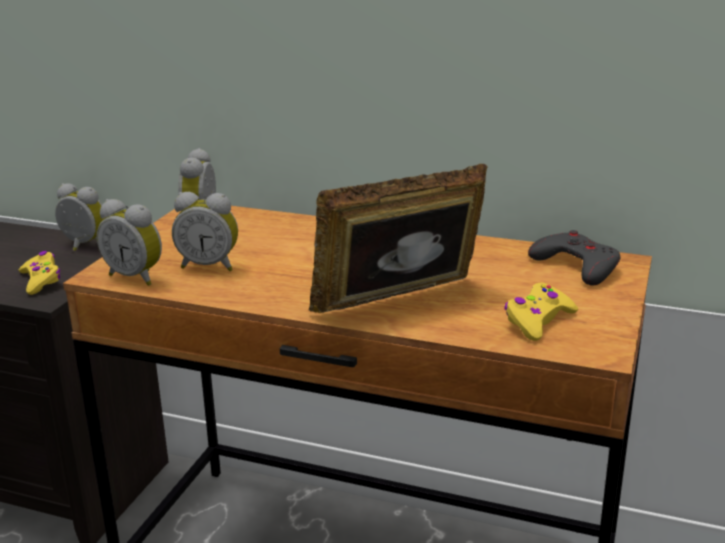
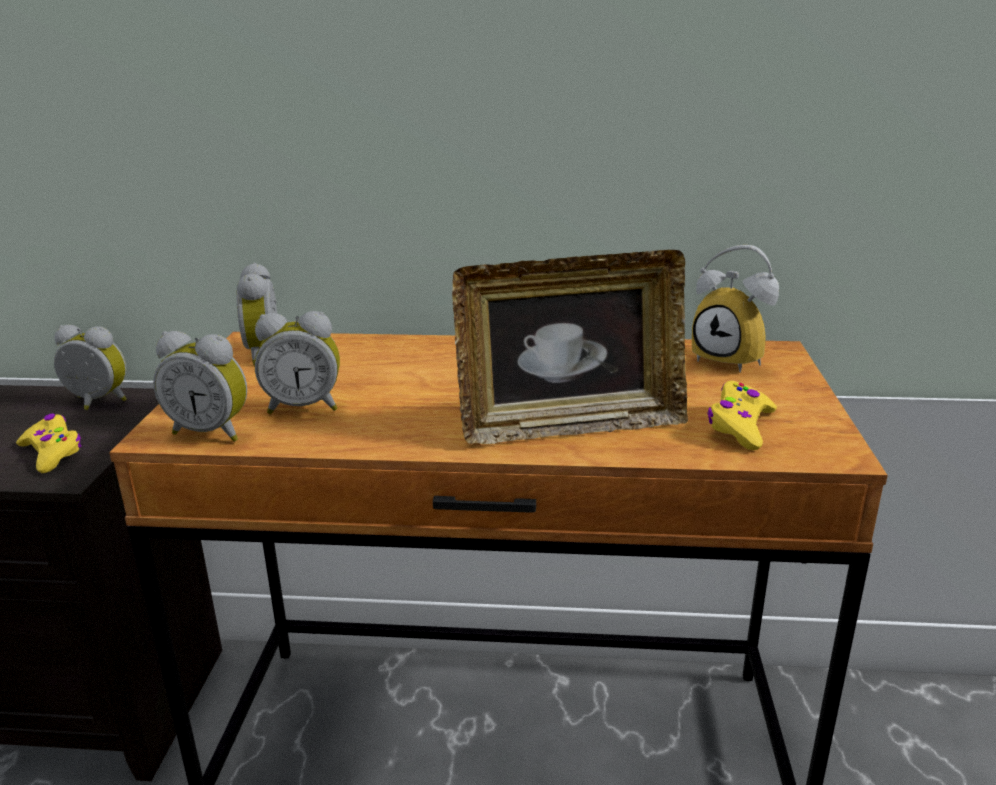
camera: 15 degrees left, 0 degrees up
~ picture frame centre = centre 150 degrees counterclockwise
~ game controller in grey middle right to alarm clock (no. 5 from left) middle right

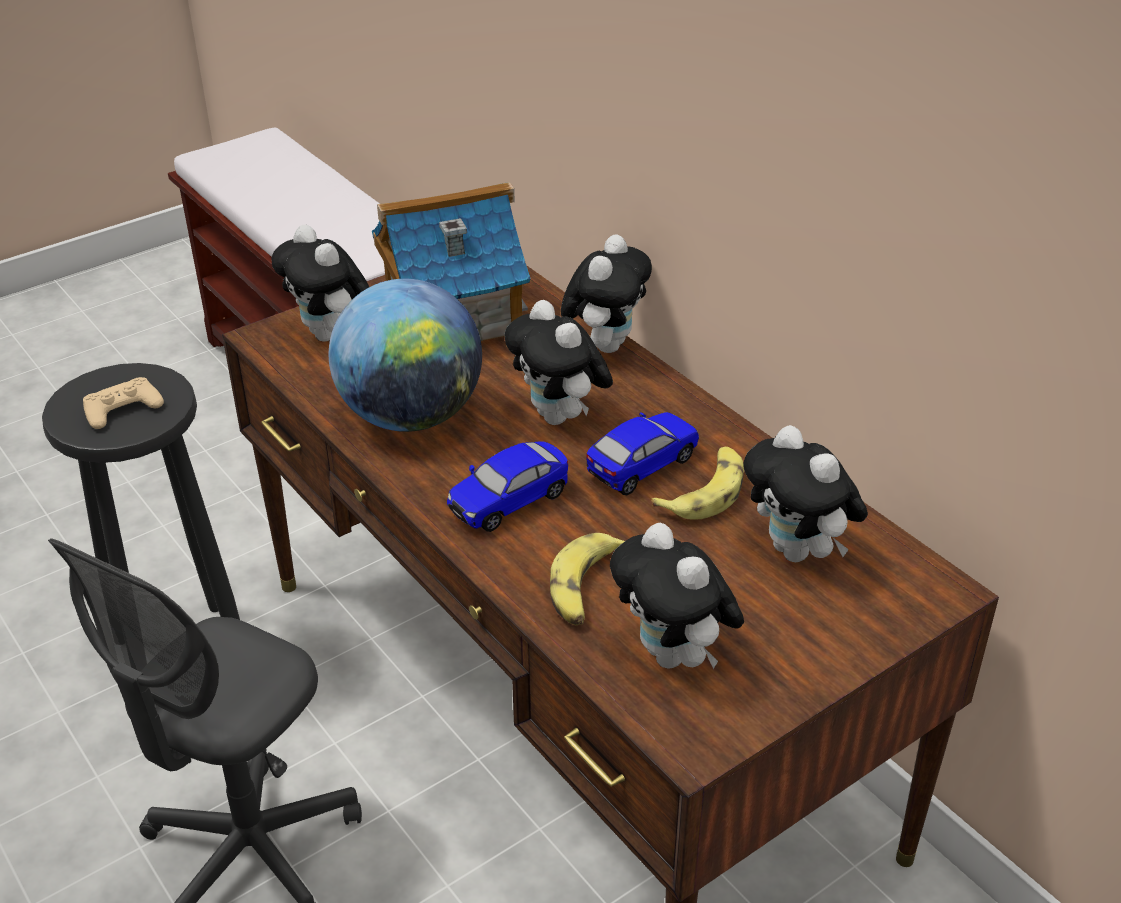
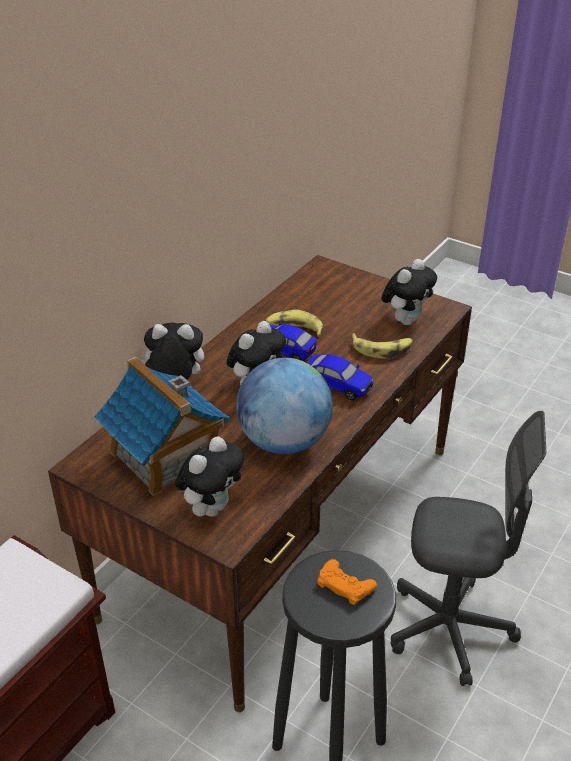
camera: 110 degrees left, 0 degrees up
~ game controller in beige middle left to game controller in orange bottom centre
- plush toy (no. 5 from left) middle right

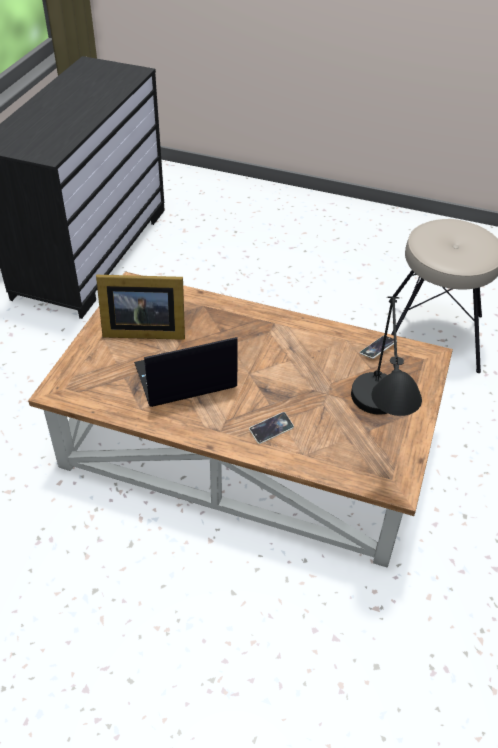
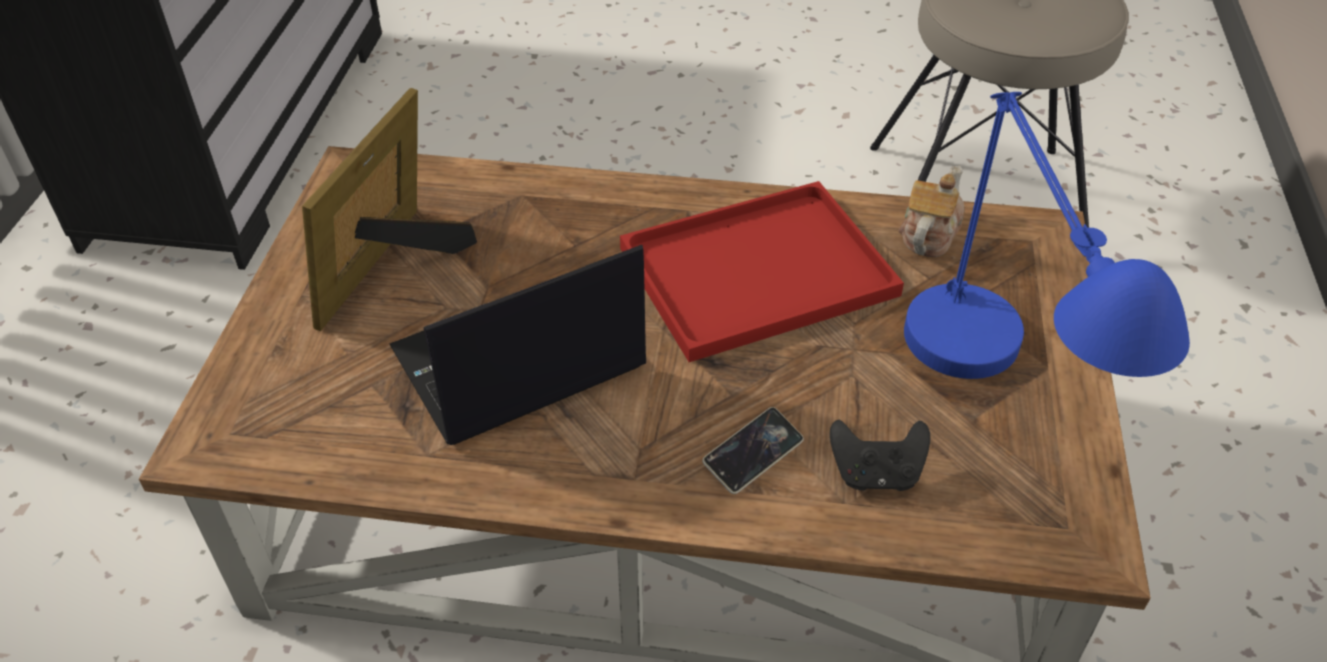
camera: 10 degrees left, 0 degrees up
~ picture frame middle left = top left 120 degrees clockwise
+ tray in red centre
+ game controller in black bottom centre
~ phone (no. 2 from left) middle right to teapot top right
~ table lamp in black middle right to table lamp in blue middle right

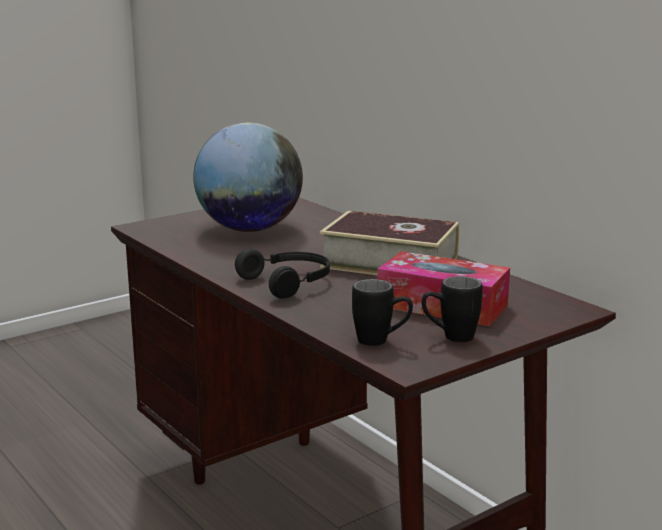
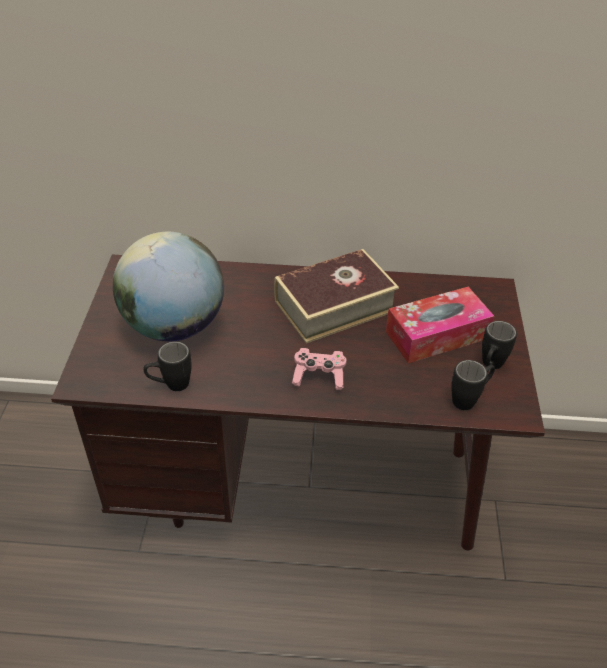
camera: 50 degrees left, 25 degrees up
+ mug in black (no. 1 from left) middle left
~ headphones in black centre to game controller in pink centre

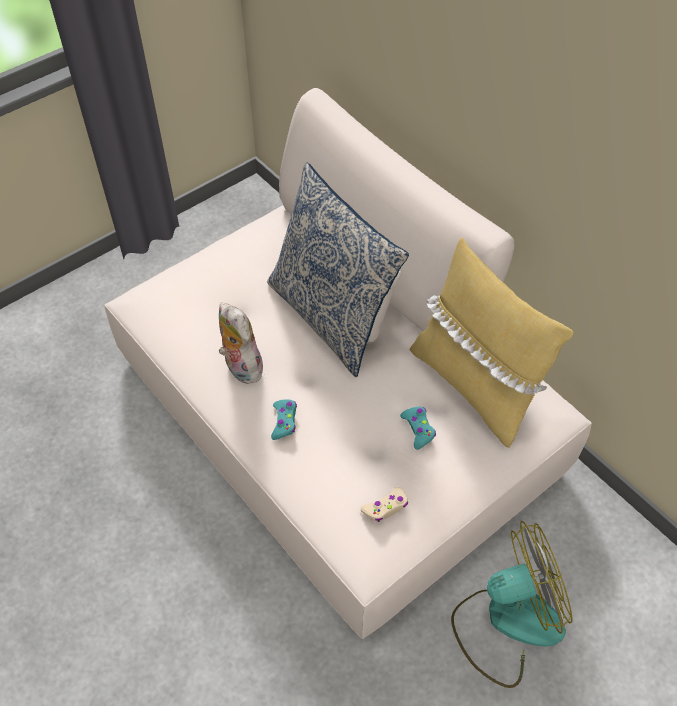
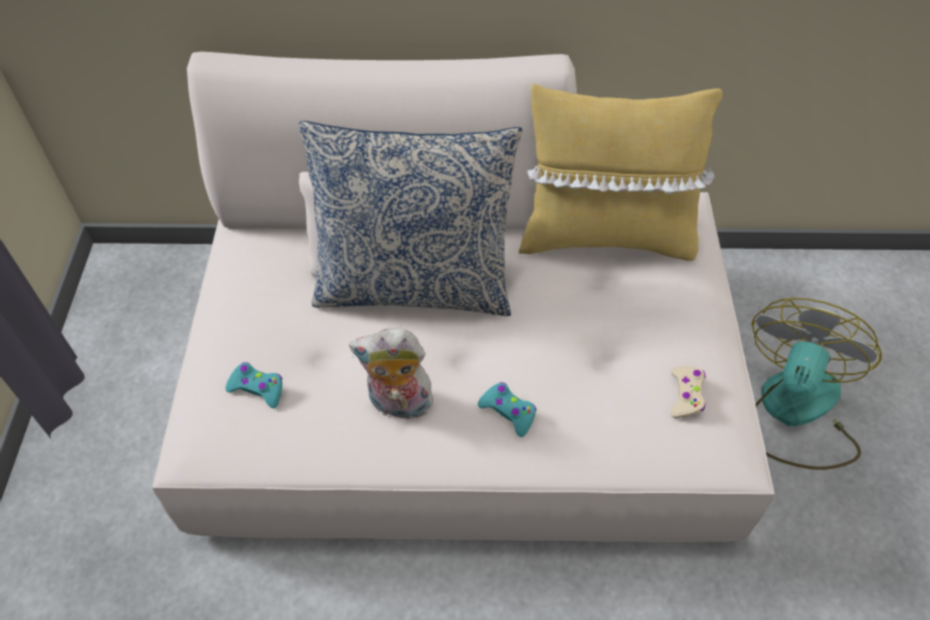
camera: 50 degrees left, 0 degrees up
~ game controller in turquoise (no. 2 from left in the first image) centre to game controller in turquoise (no. 1 from left) middle left

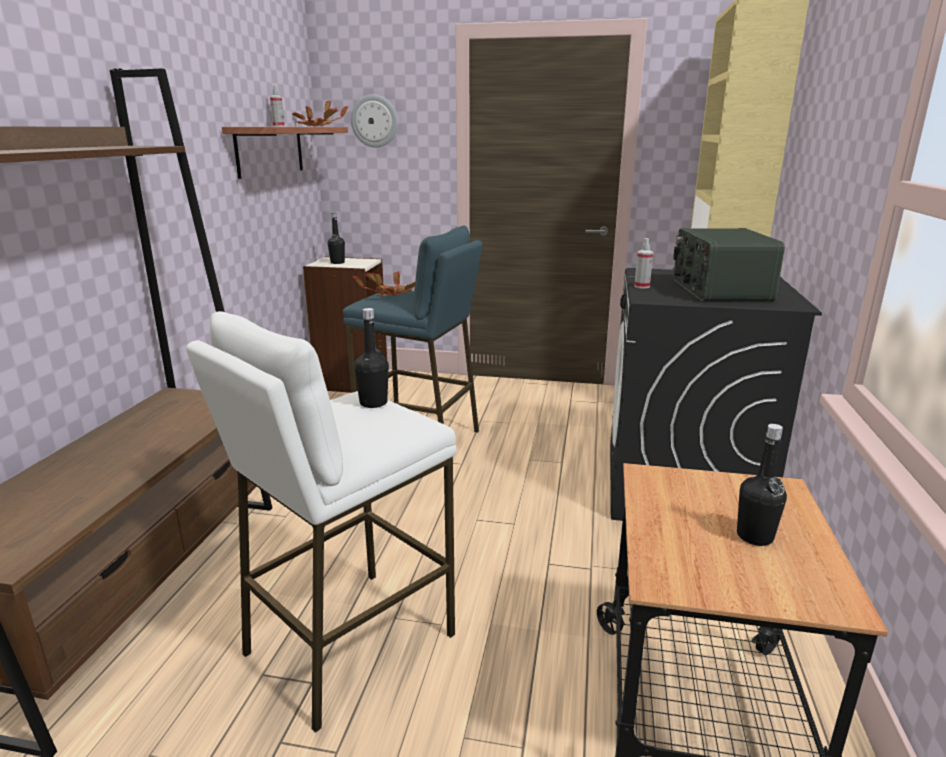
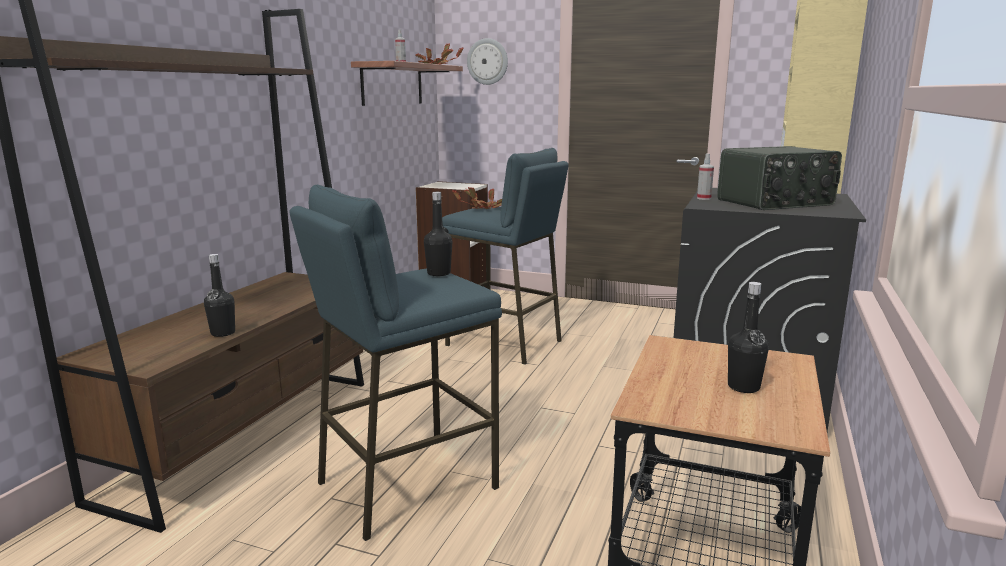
camera: 10 degrees right, 5 degrees down
~ bottle in black (no. 1 from left) top centre to middle left
~ stool in white bottom centre to stool in blue (no. 1 from left) centre
~ radio middle right = top right 120 degrees counterclockwise

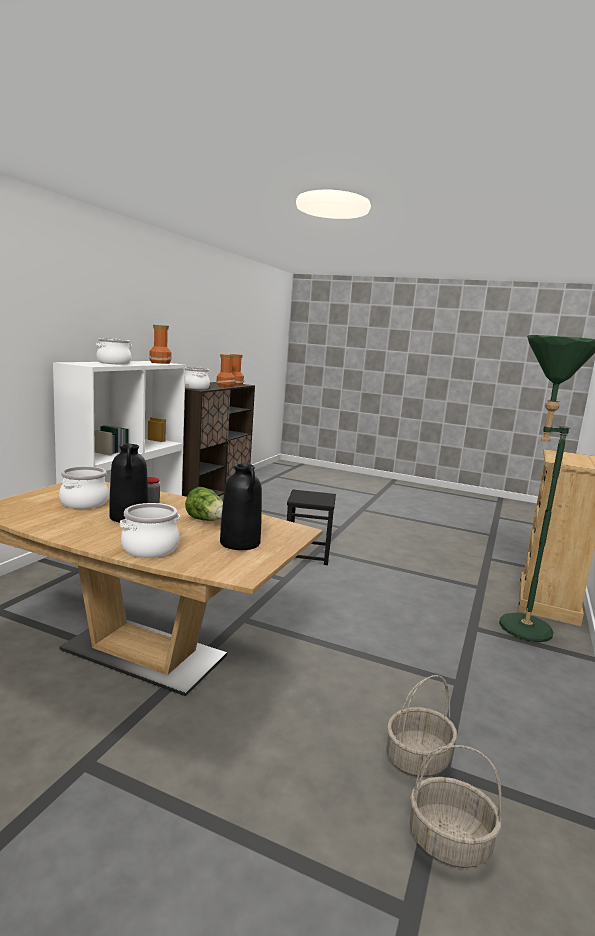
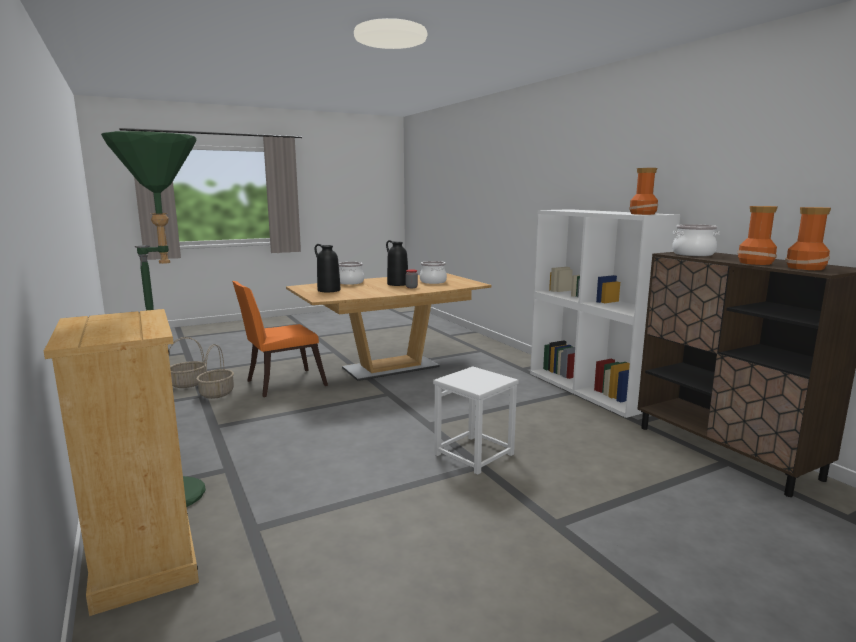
camera: 130 degrees right, 0 degrees up
+ chair in orange middle left
~ stool in black centre to stool in white centre
- cooking pot (no. 2 from left) middle left
- lettuce centre

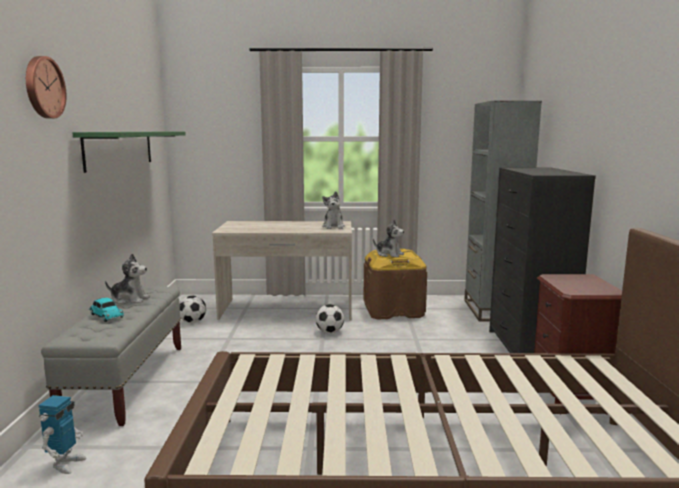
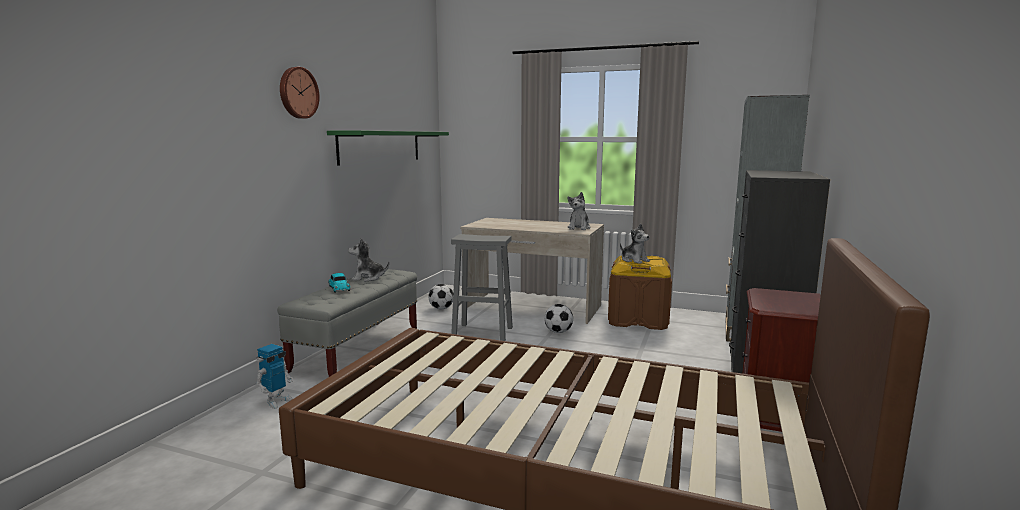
camera: 20 degrees right, 0 degrees up
~ plush toy (no. 1 from left) middle left = centre 150 degrees clockwise
+ stool in grey centre

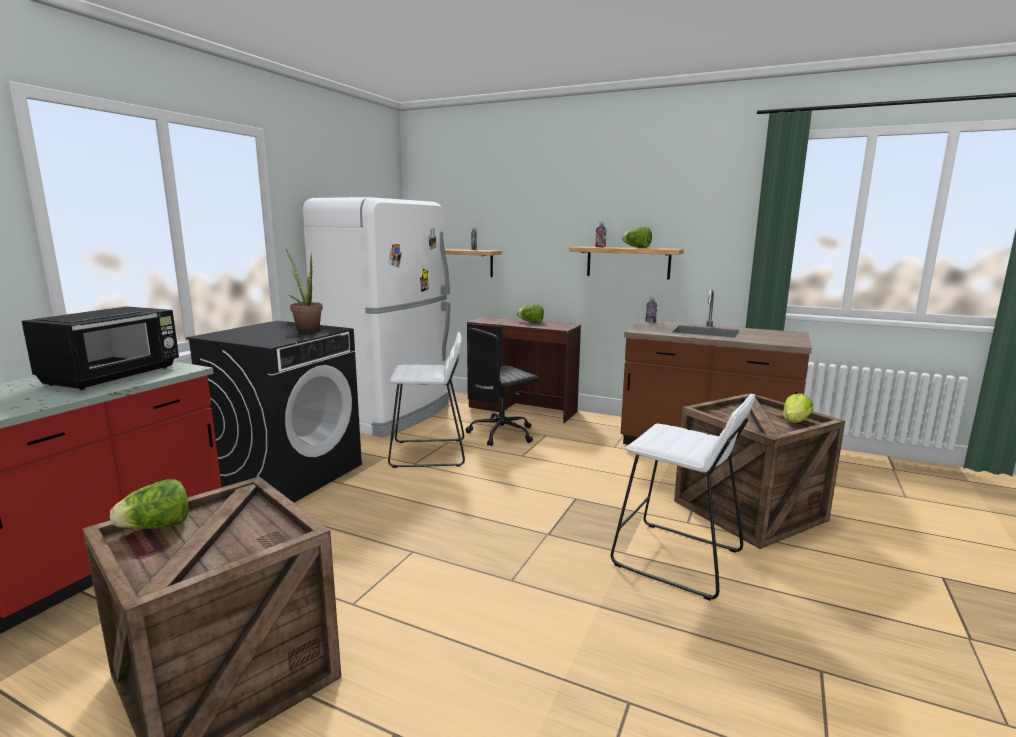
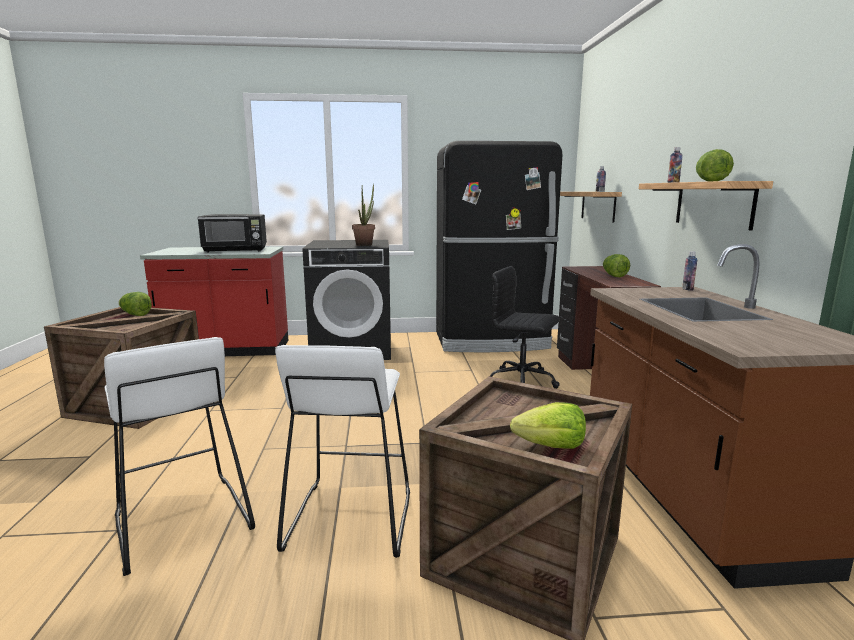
camera: 60 degrees right, 0 degrees up
~ stool in white (no. 1 from left) centre to bottom left
~ fridge in white centre to fridge in black centre

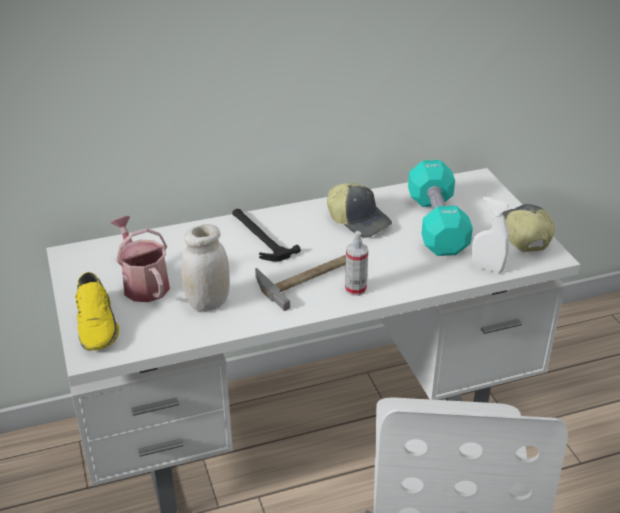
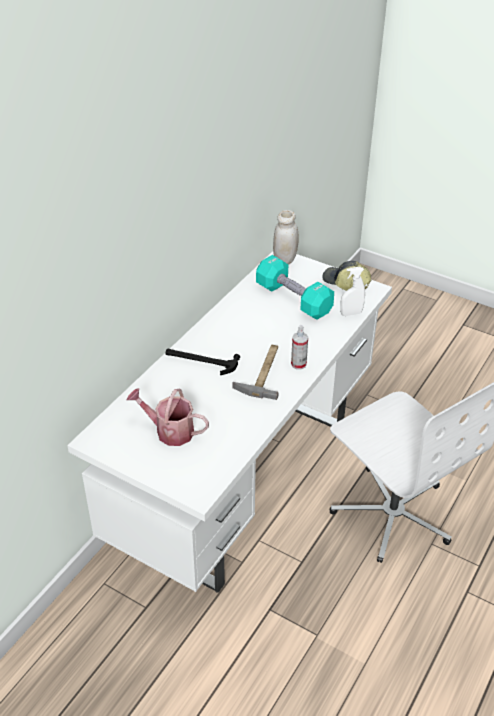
camera: 40 degrees left, 5 degrees up
~ jar in white middle left to top centre
- shoe in yellow middle left
- cap (no. 1 from left) centre

